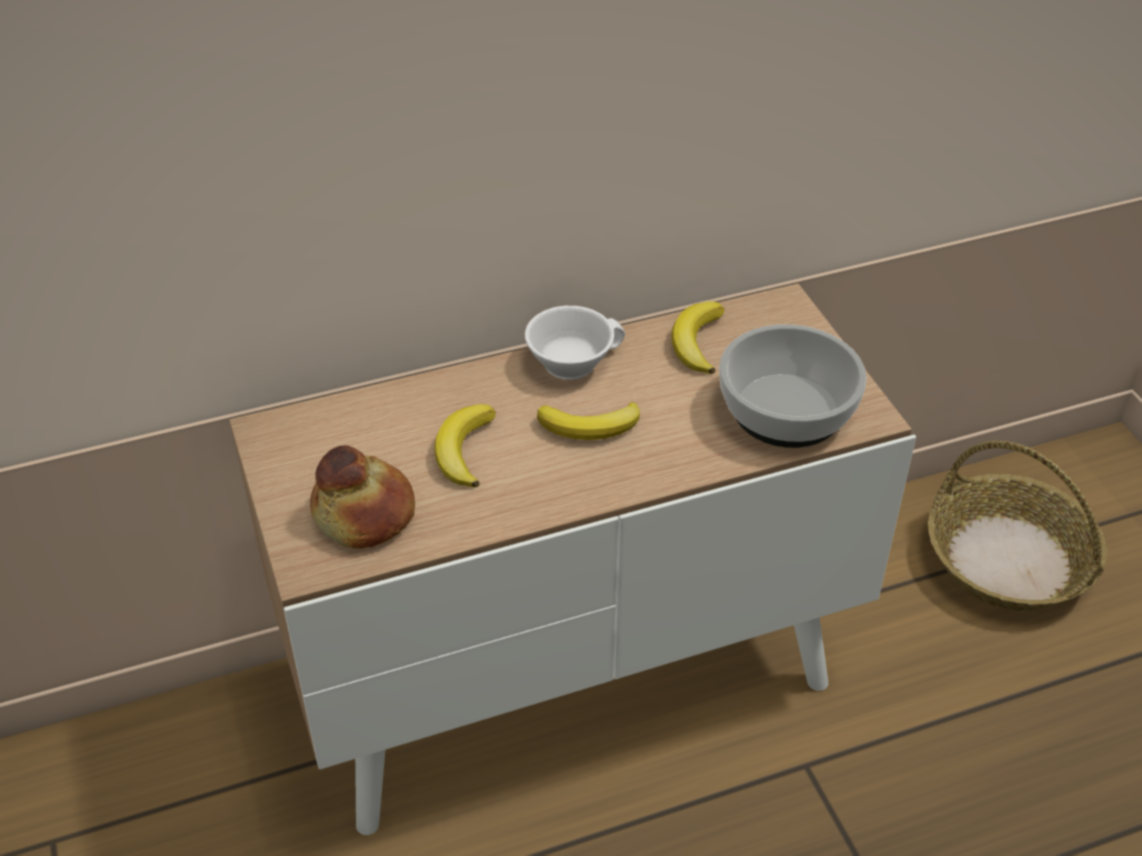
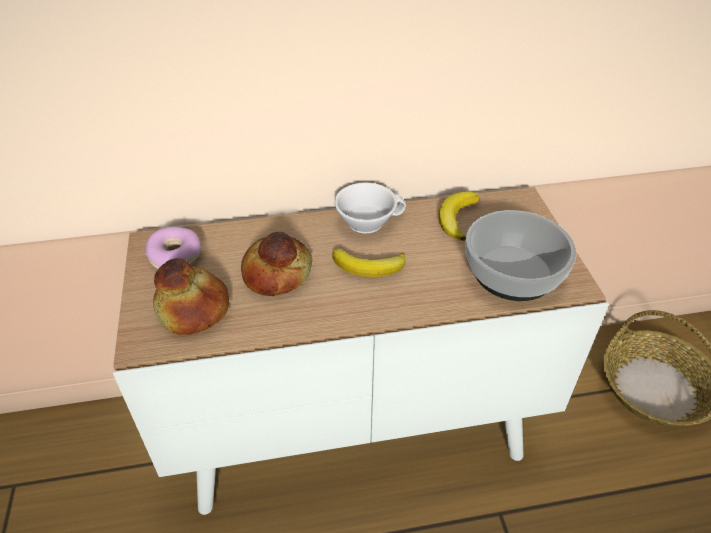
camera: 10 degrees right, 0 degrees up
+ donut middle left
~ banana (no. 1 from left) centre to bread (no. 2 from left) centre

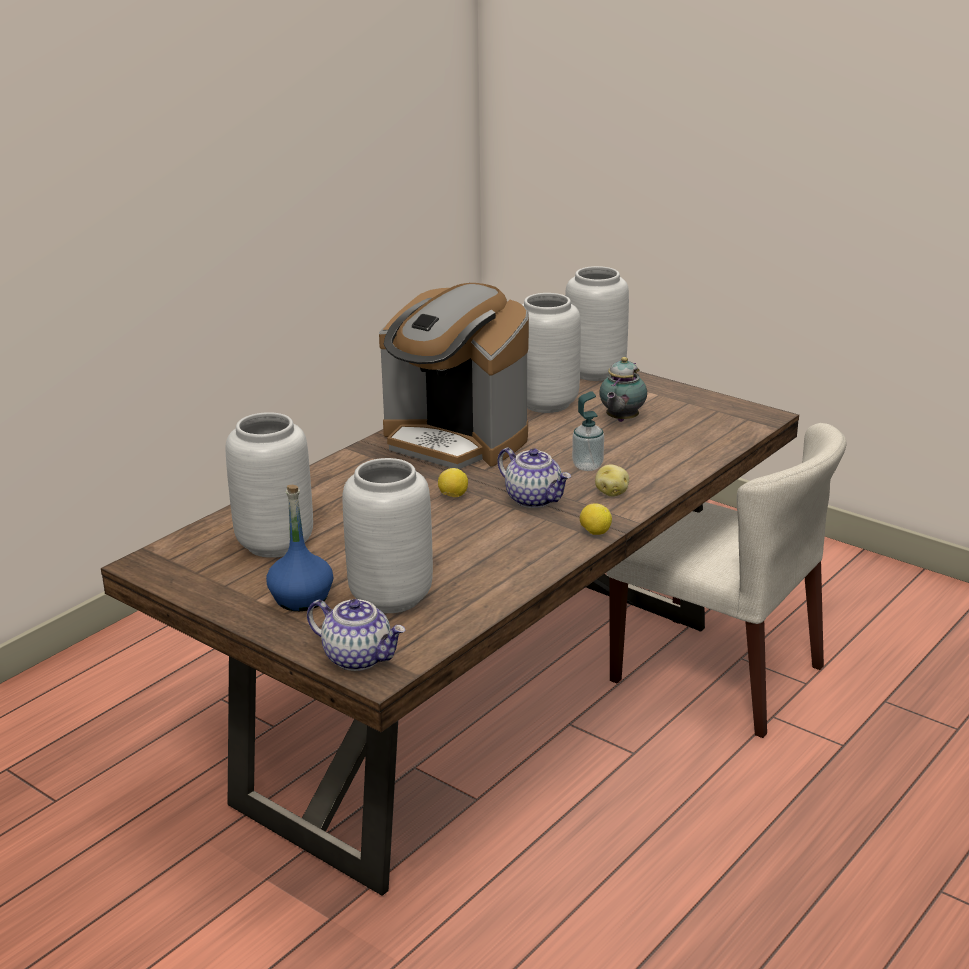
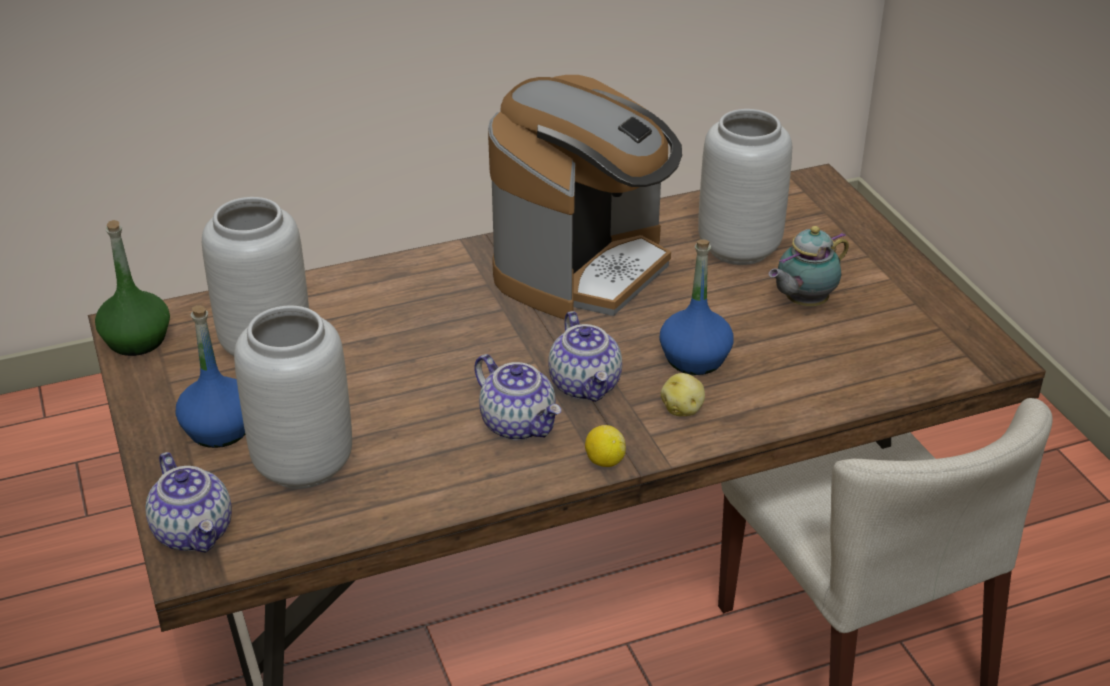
camera: 30 degrees right, 10 degrees up
+ bottle in green middle left
+ teapot (no. 2 from left) centre
~ coffee machine centre = top centre 120 degrees counterclockwise
~ soap dispenser centre to bottle in blue (no. 2 from left) centre
- lemon (no. 1 from left) centre
- vase in grey (no. 4 from left) centre

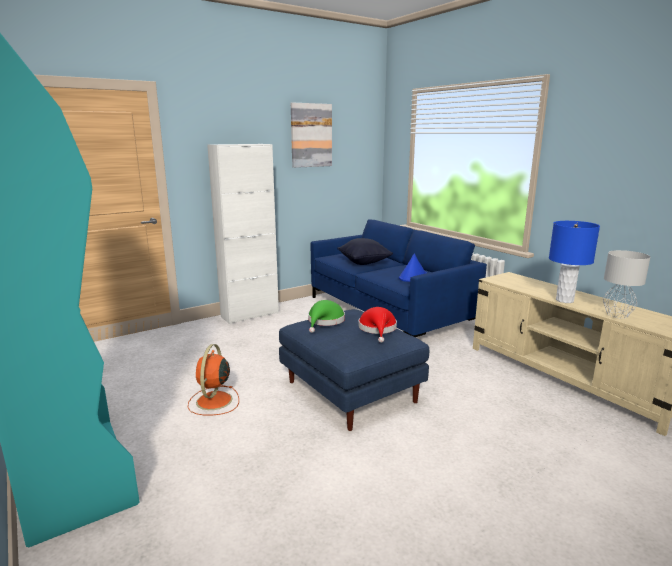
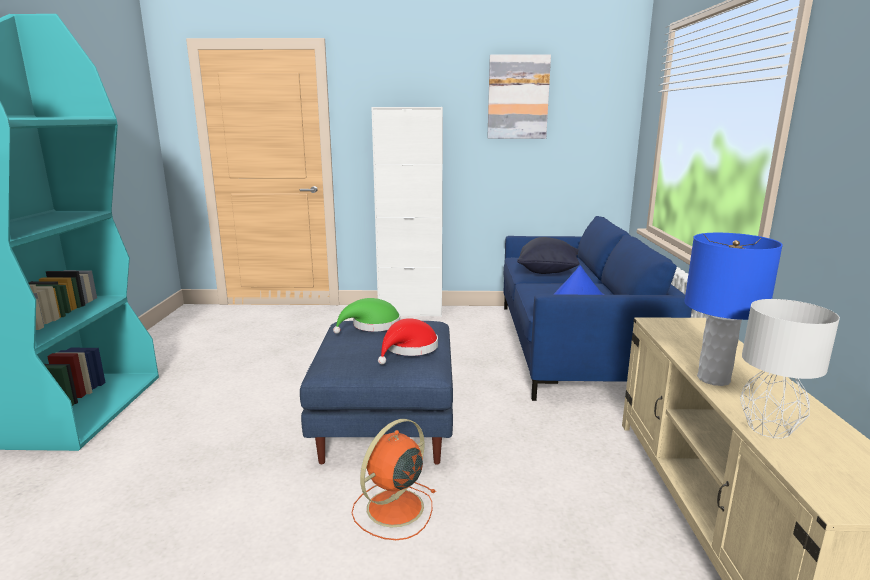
camera: 35 degrees right, 0 degrees up
~ fan in orange bottom left to bottom centre

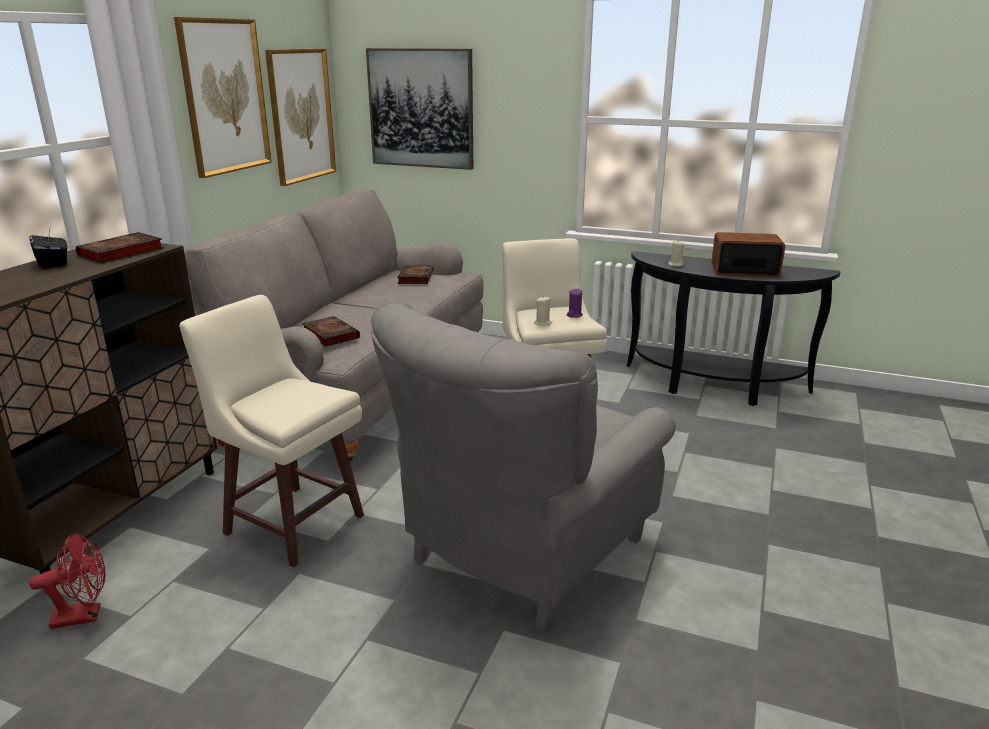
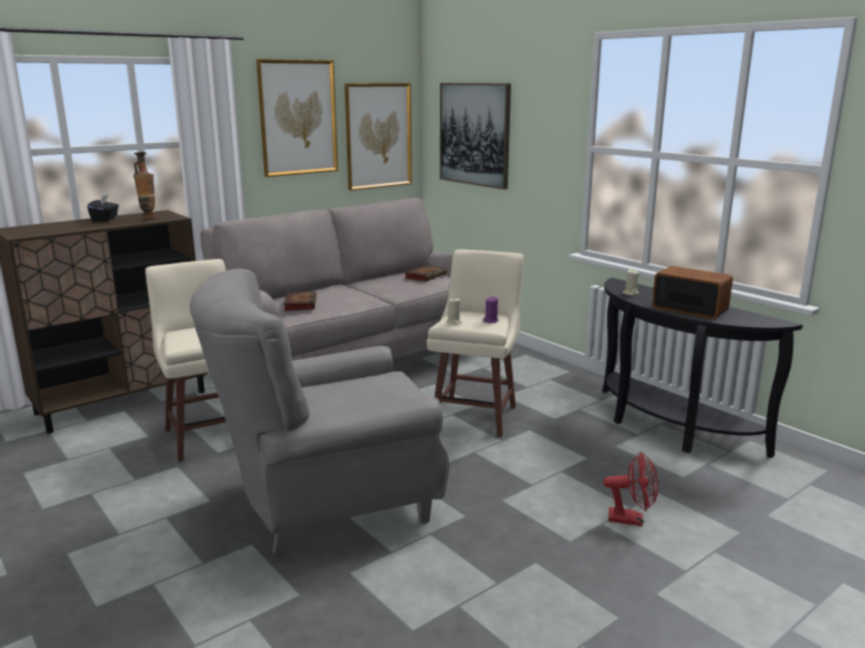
camera: 30 degrees right, 5 degrees down
~ book (no. 1 from left) middle left to vase top left
~ fan in red bottom left to bottom right

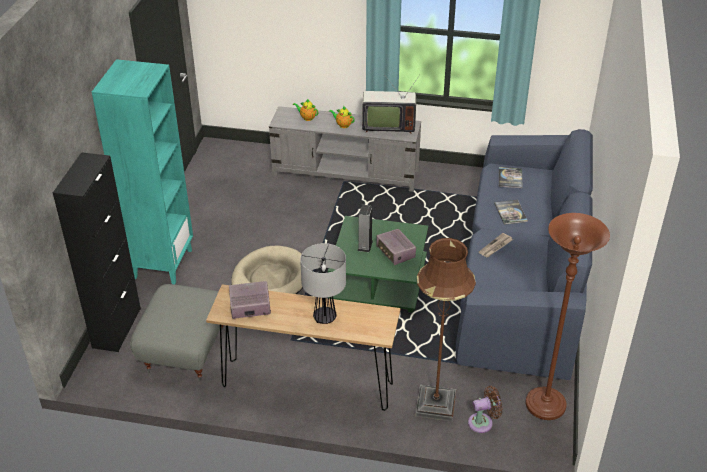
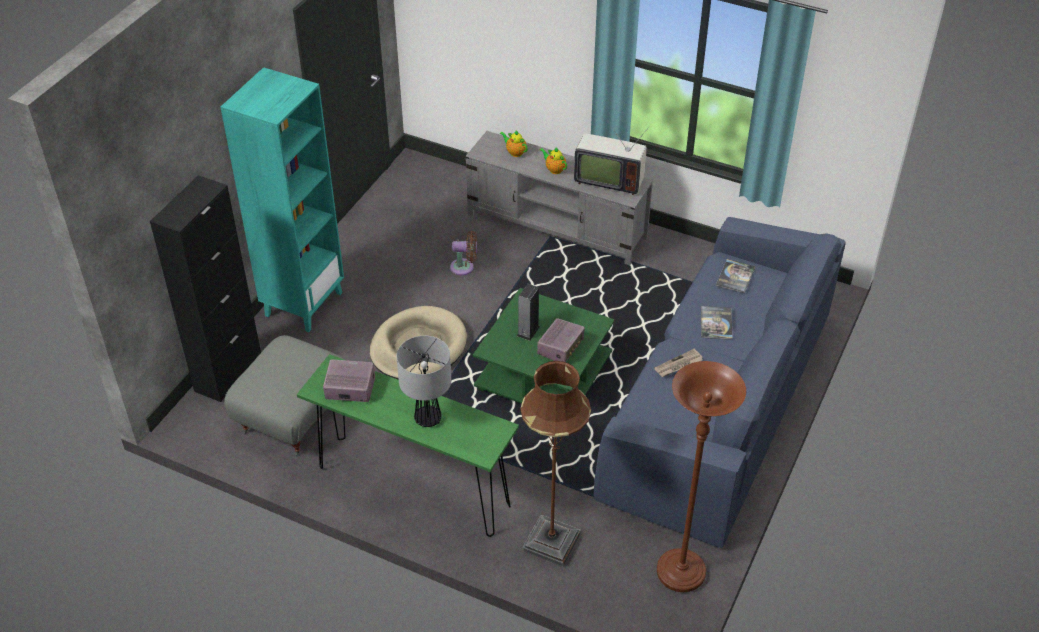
camera: 15 degrees right, 5 degrees up
~ console table in brown bottom centre to console table in green bottom centre
~ fan in brown bottom right to centre
~ radio (no. 2 from left) centre = centre 135 degrees counterclockwise

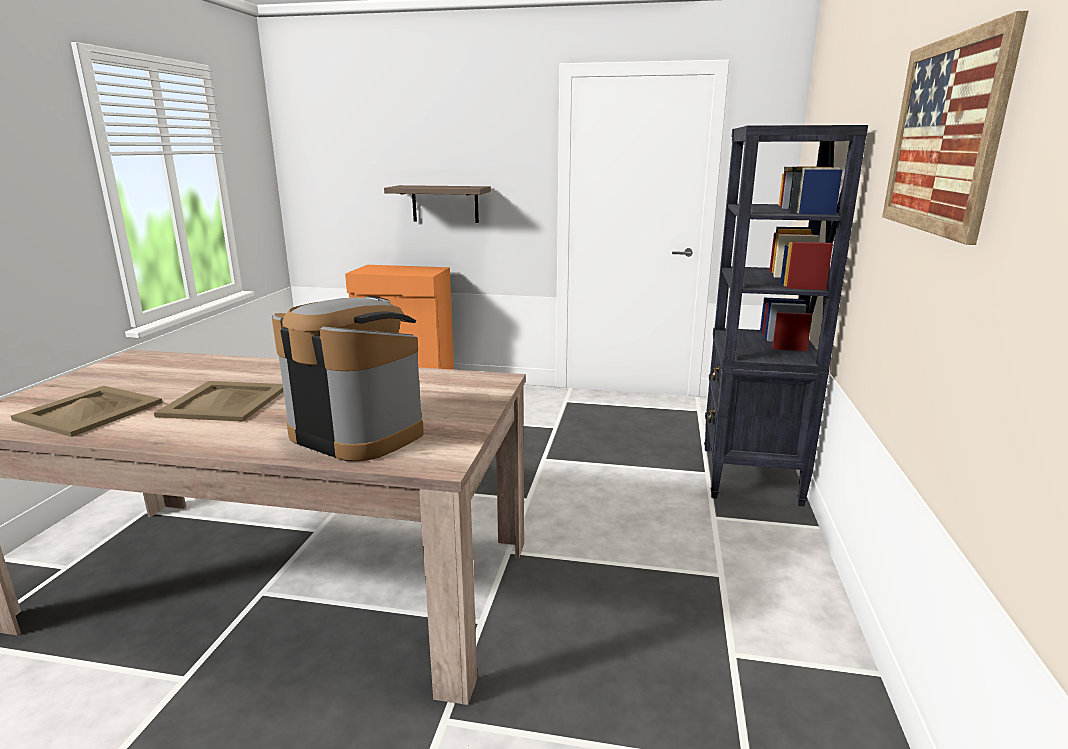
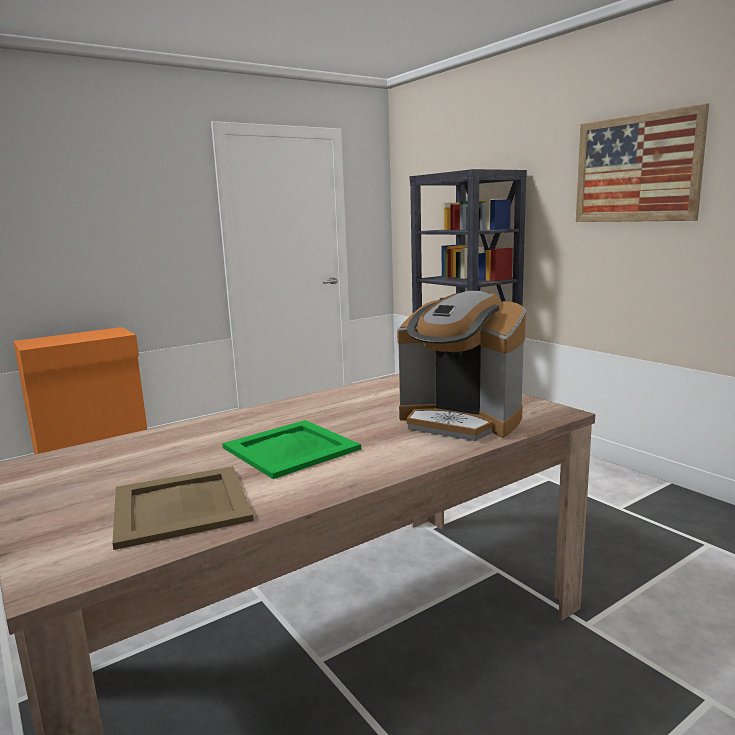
camera: 45 degrees left, 5 degrees down
~ tray in beige (no. 2 from left) middle left to tray in green centre
~ coffee machine middle left = centre 135 degrees counterclockwise
- shelf top centre

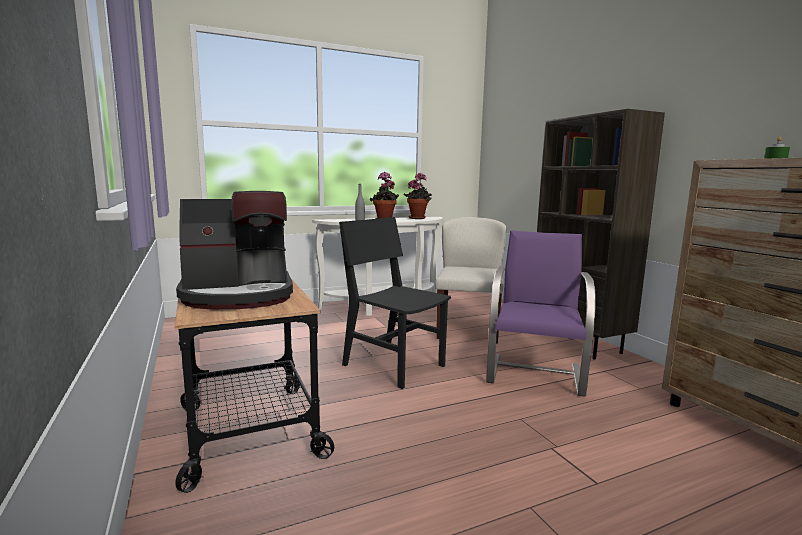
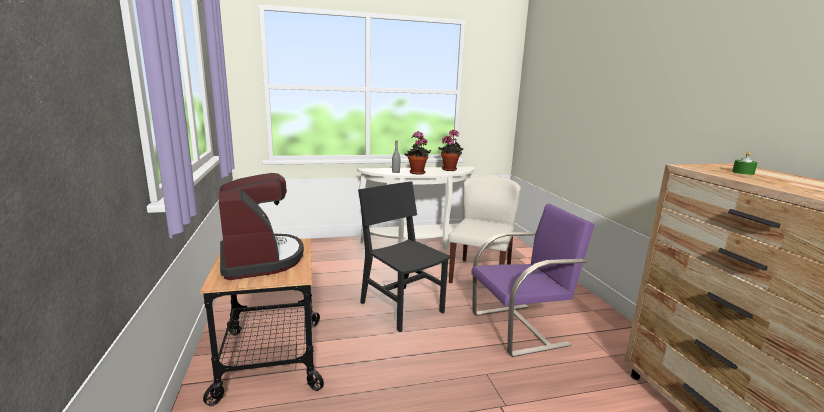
camera: 10 degrees right, 5 degrees up
~ coffee machine middle left = middle left 105 degrees counterclockwise
~ chair in purple middle right = bottom centre 45 degrees clockwise
- bookcase in brown middle right

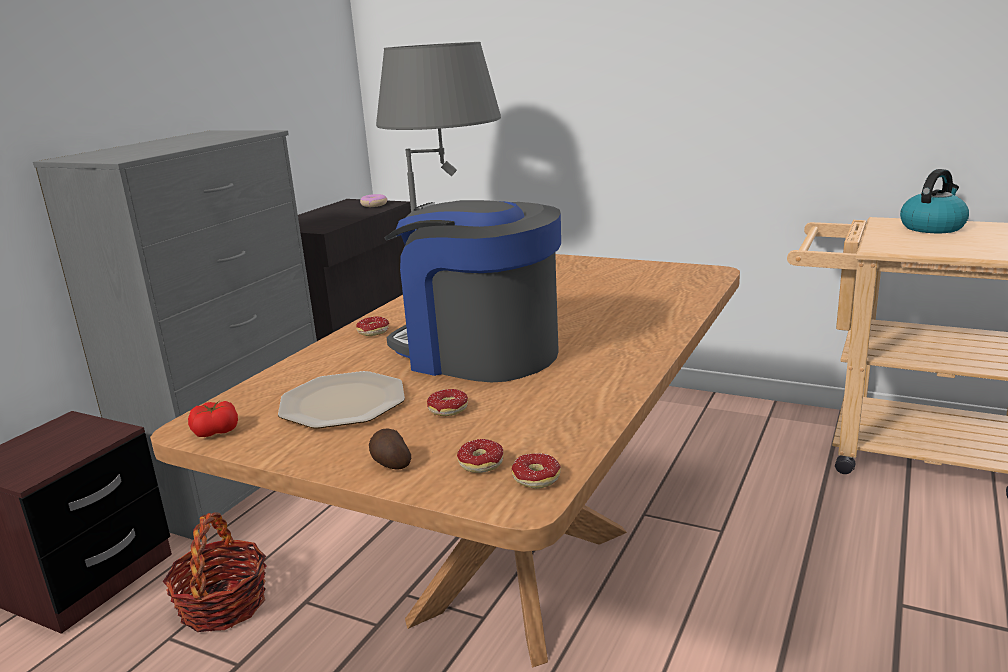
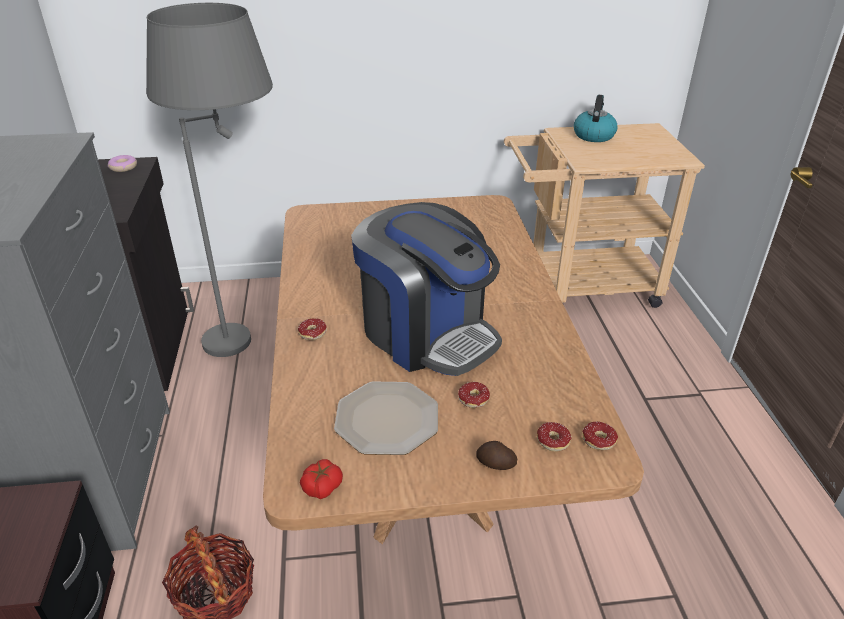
camera: 35 degrees left, 15 degrees up
~ coffee machine centre = centre 135 degrees counterclockwise

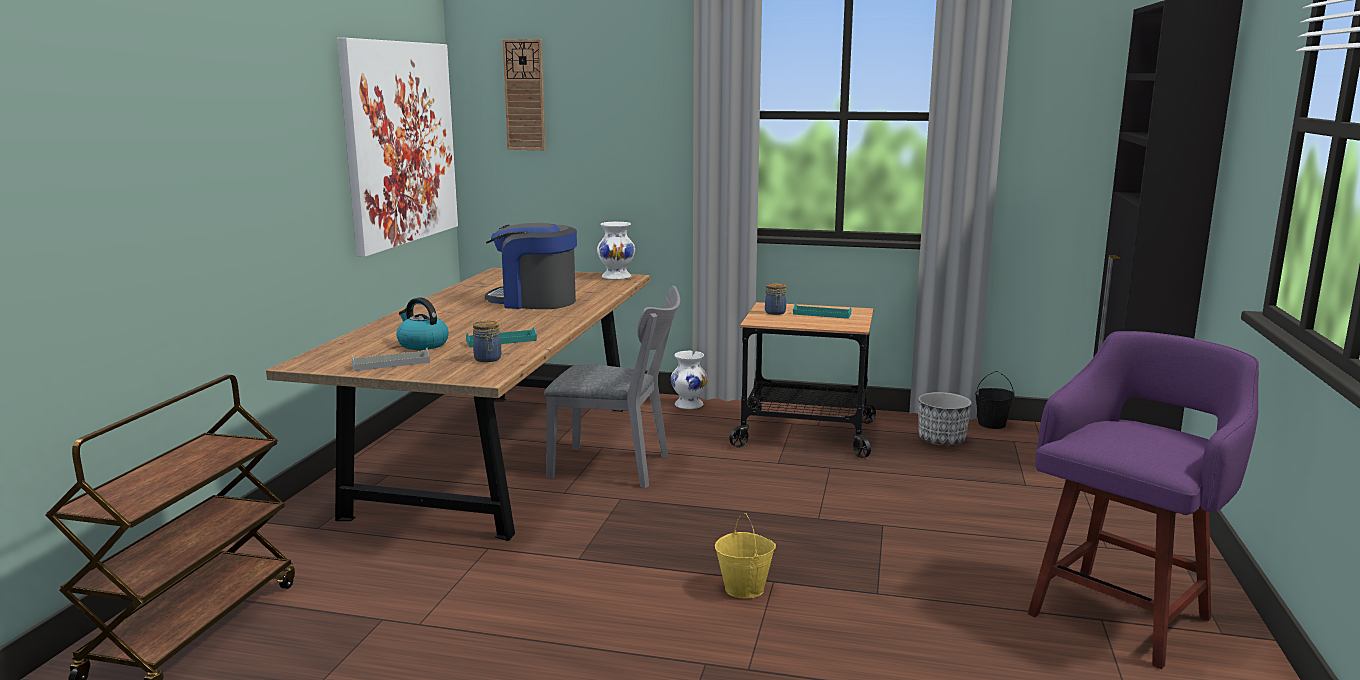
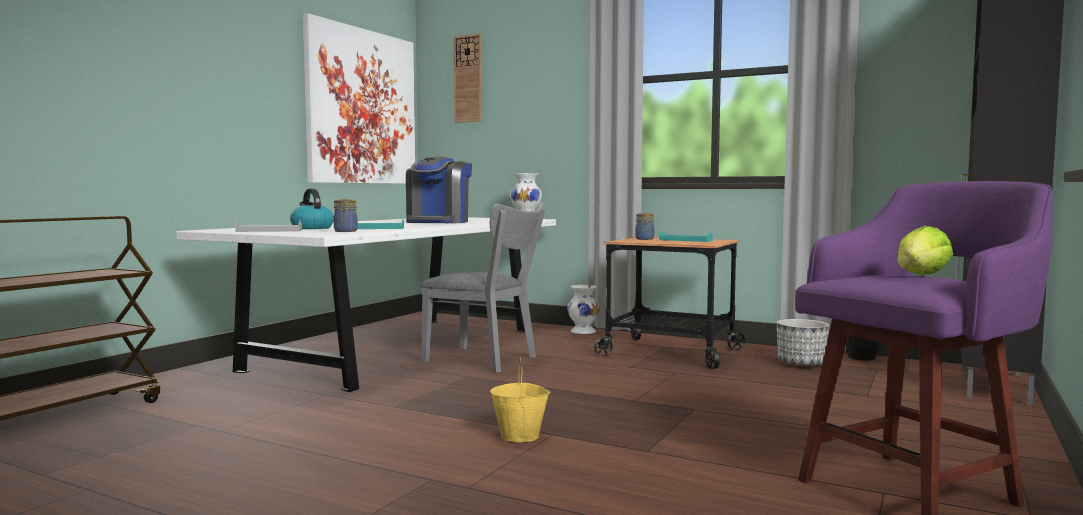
camera: 15 degrees right, 10 degrees down
~ dining table in brown centre to dining table in white centre
~ coffee machine centre = centre 105 degrees counterclockwise
+ lettuce middle right

